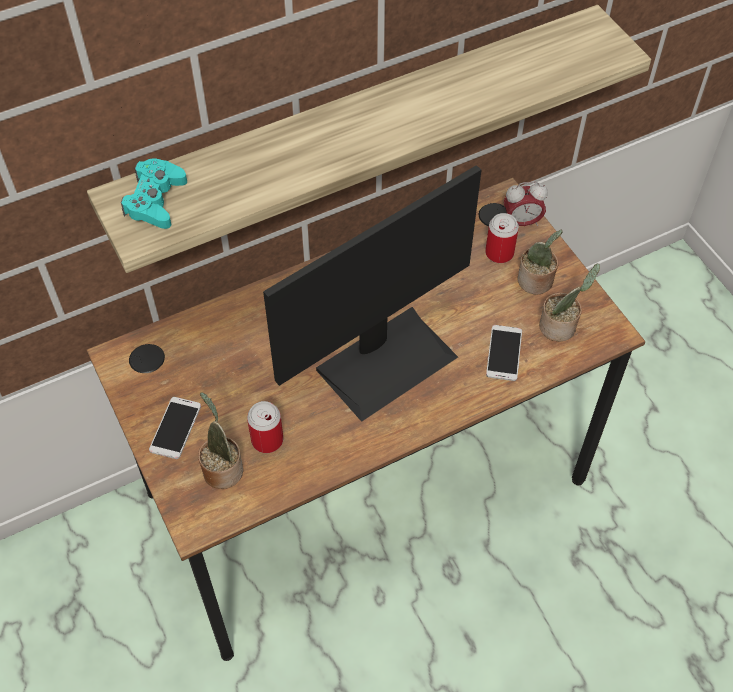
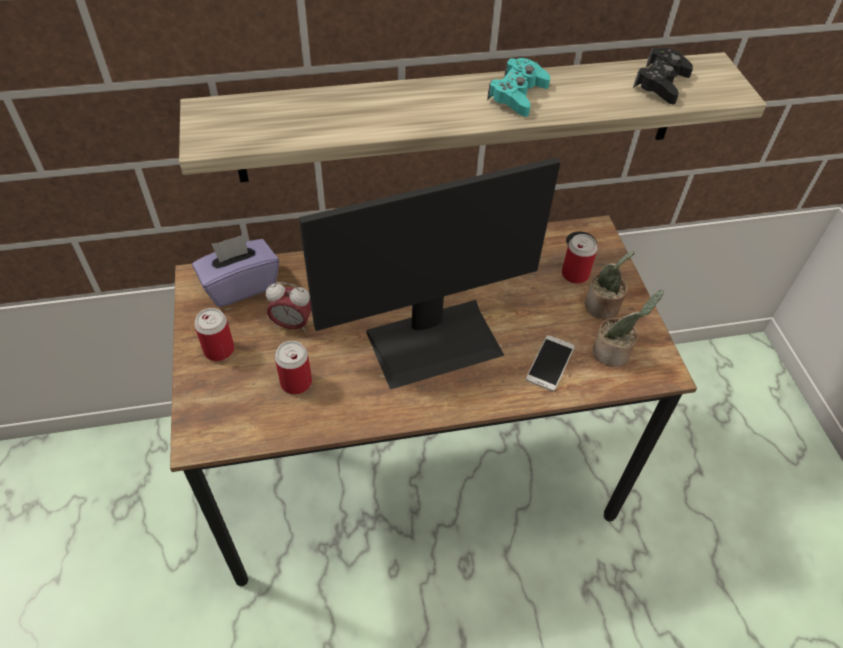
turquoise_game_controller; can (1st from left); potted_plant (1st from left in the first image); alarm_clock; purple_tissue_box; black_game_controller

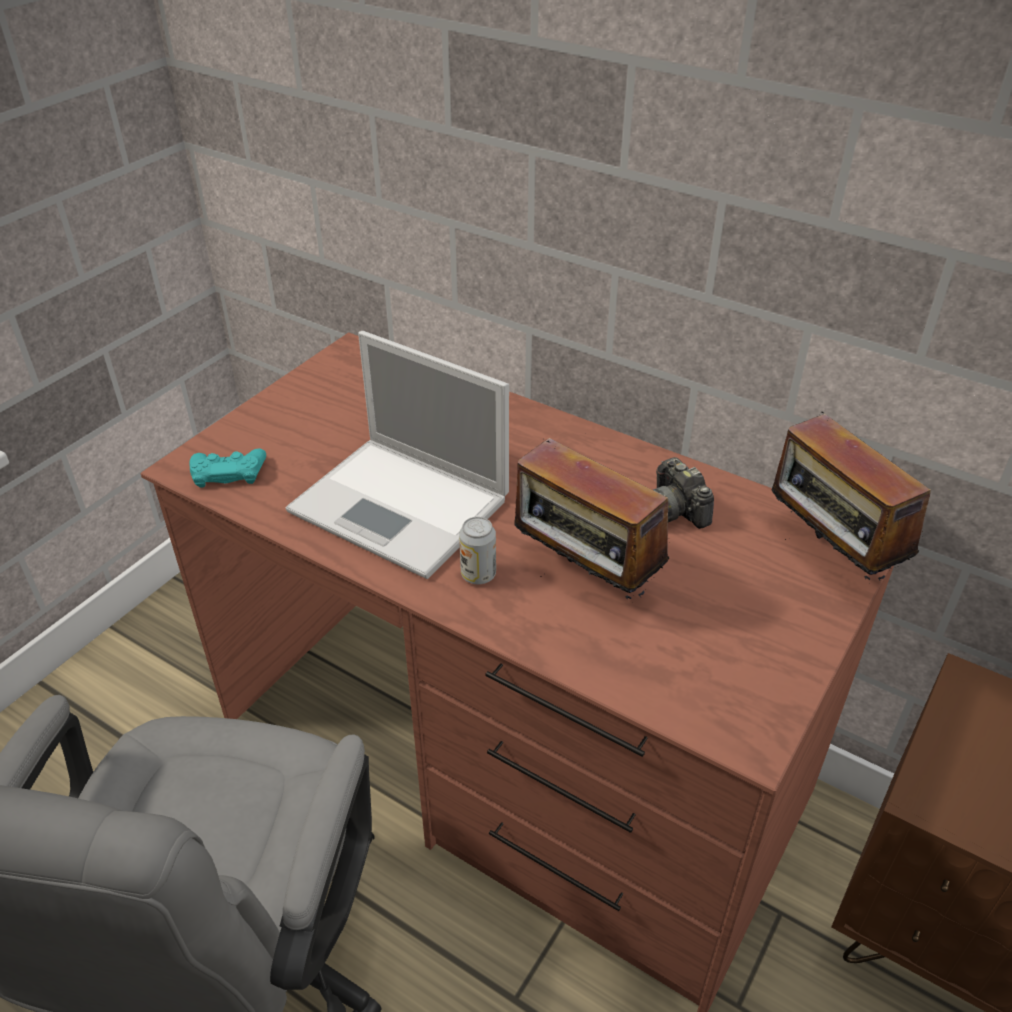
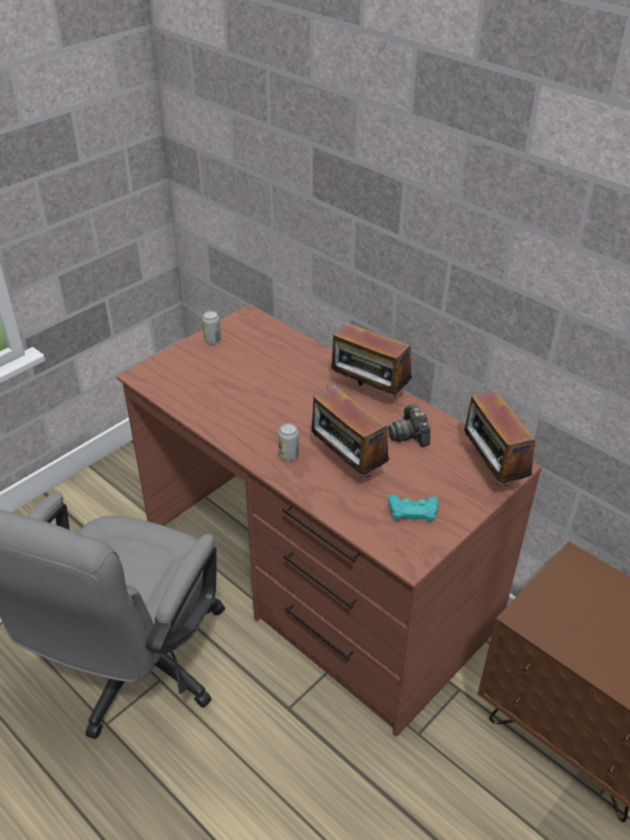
turquoise_game_controller; laptop; can (1st from left); radio (2nd from left)

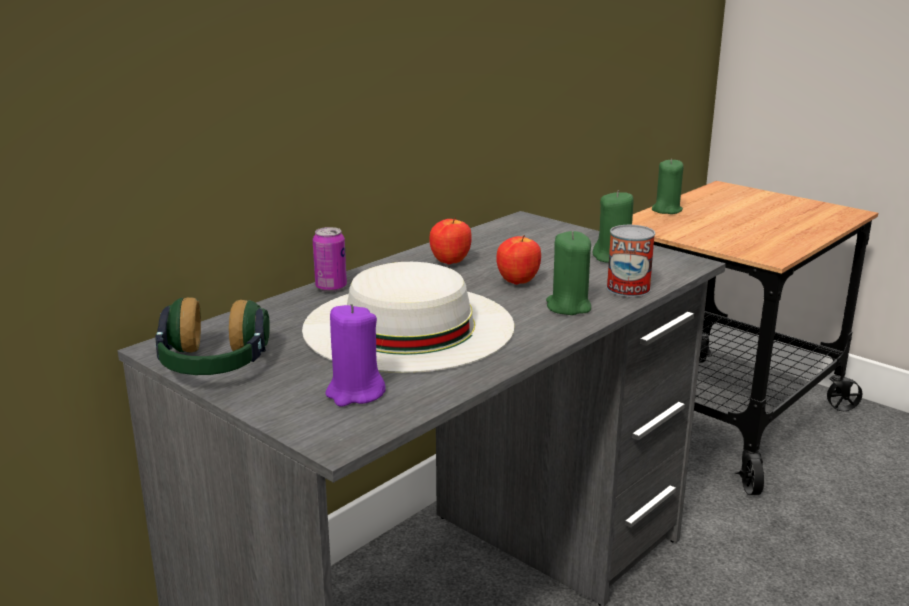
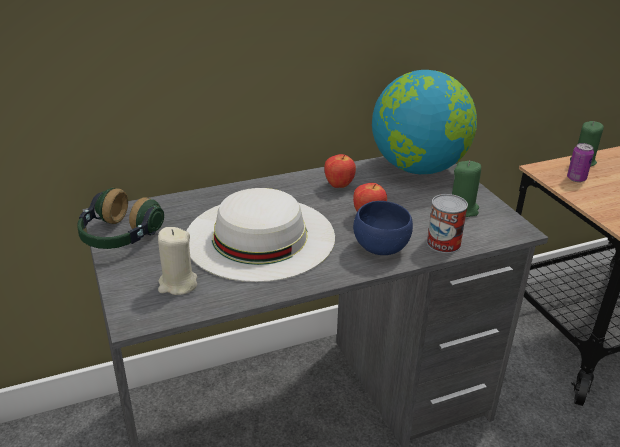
can (2nd from left); beige_candle; blue_bowl; globe

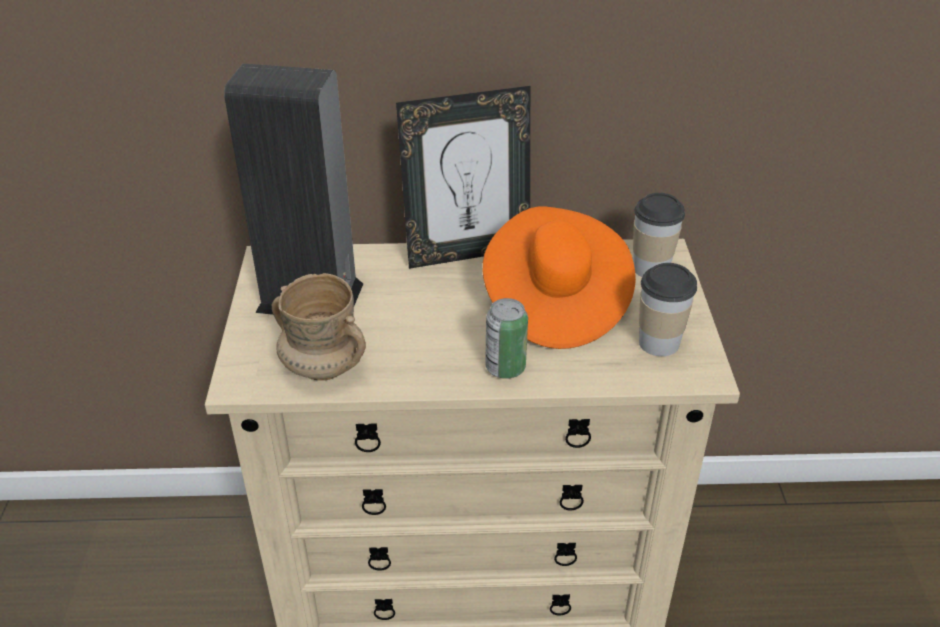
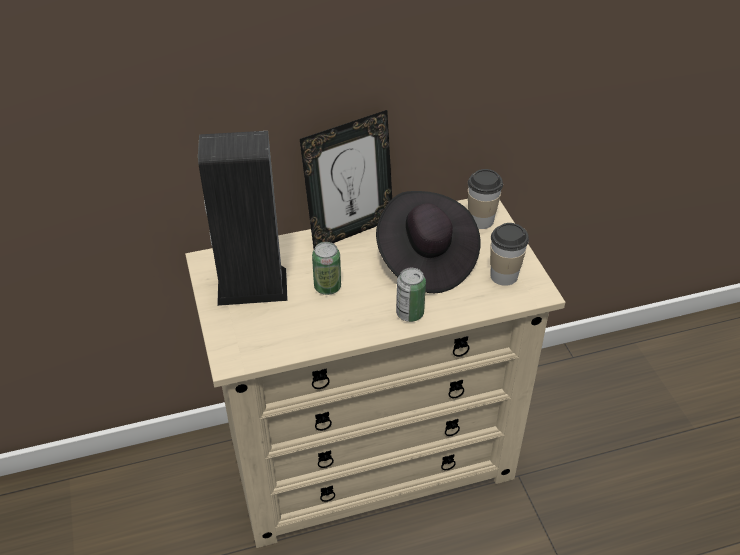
beige_mug; black_hat; can (1st from left)

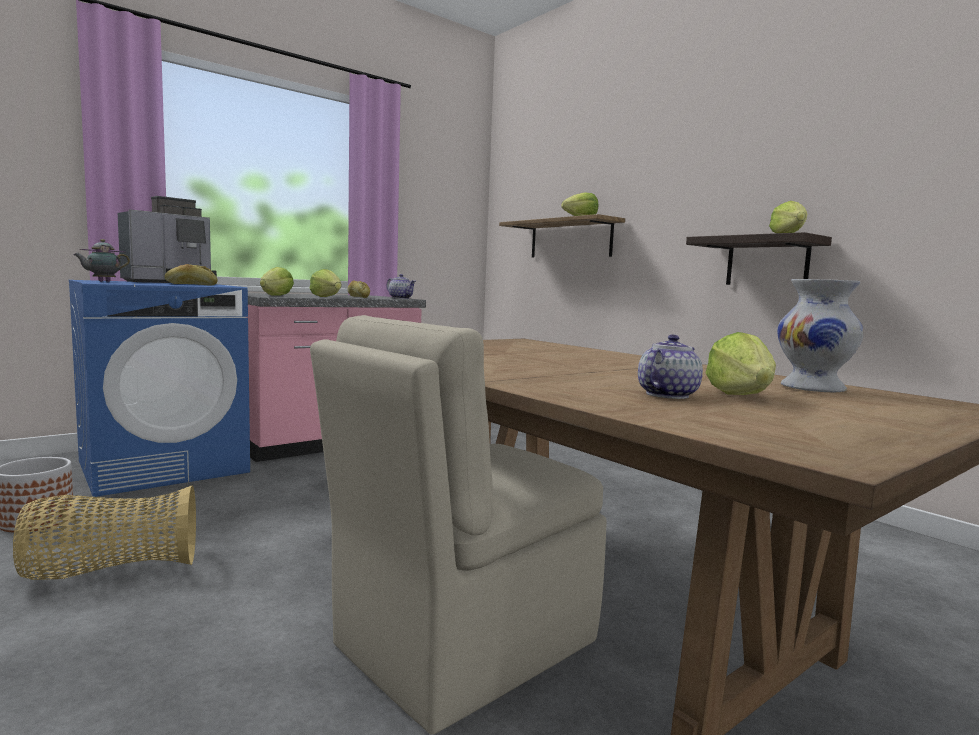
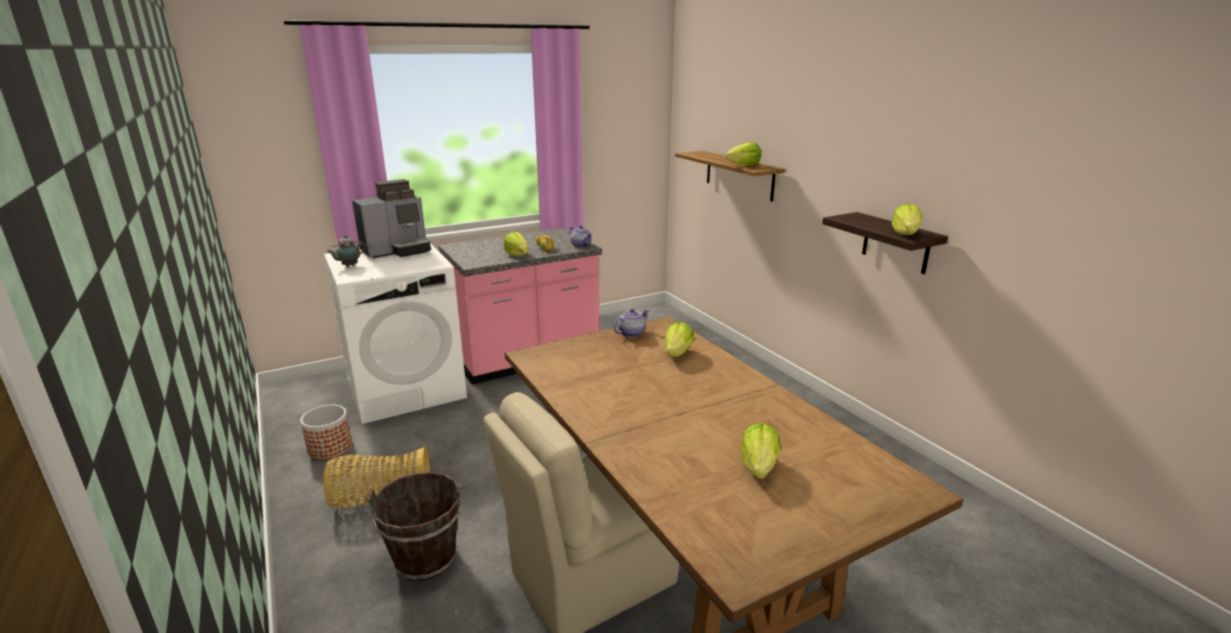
white_washing_machine; bread (1st from left in the first image); lettuce (2nd from left); teapot (3rd from left); white_vase; brown_bucket

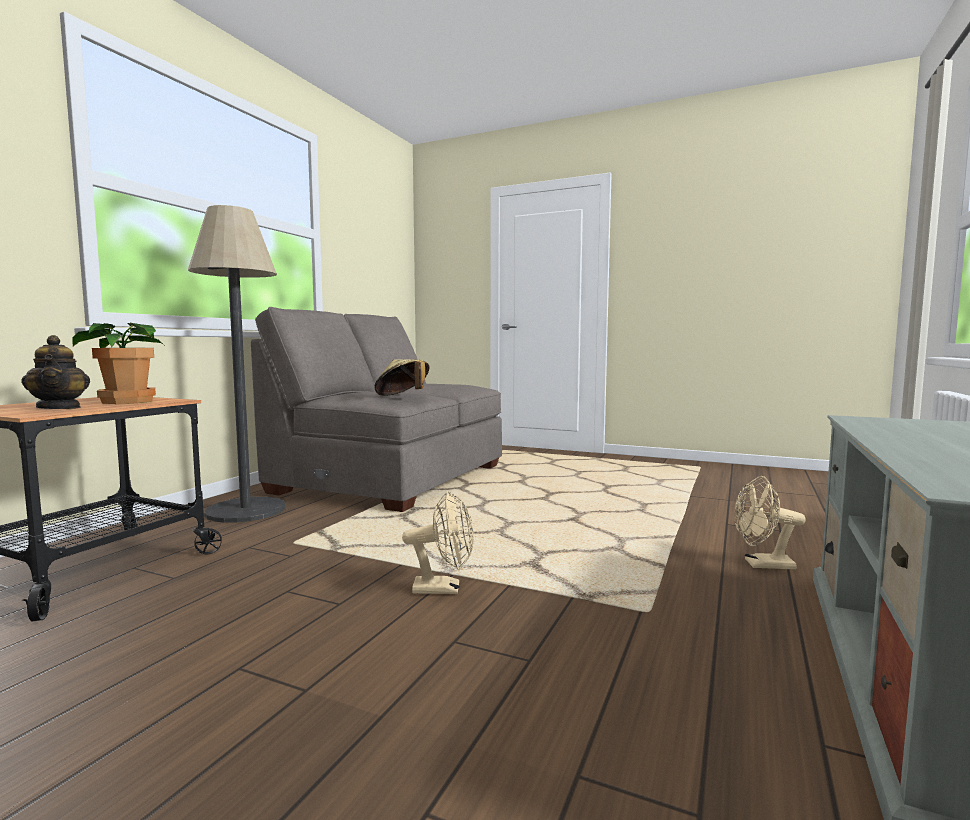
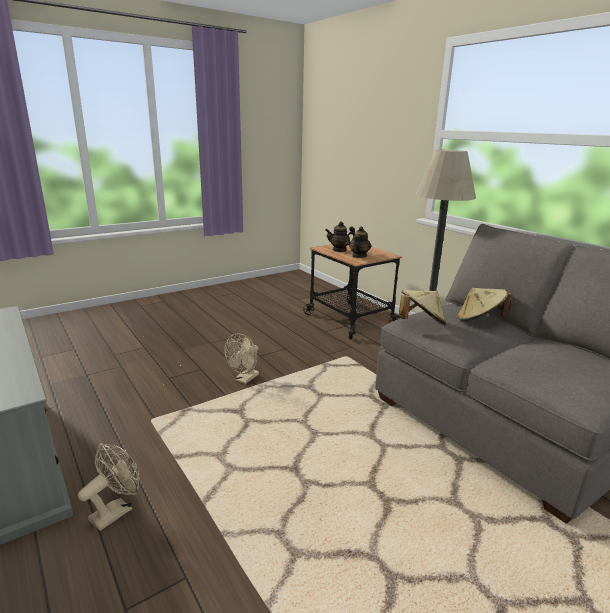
teapot (2nd from left); beige_hat (2nd from left)

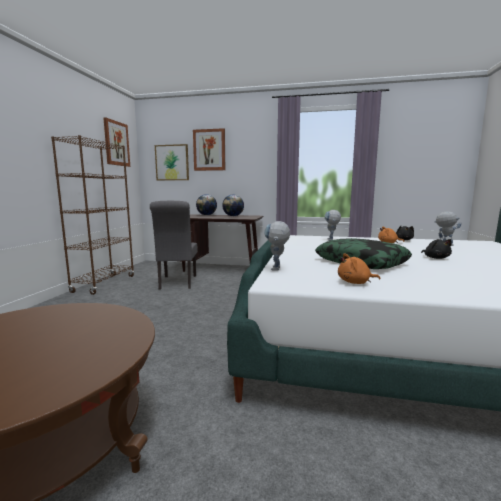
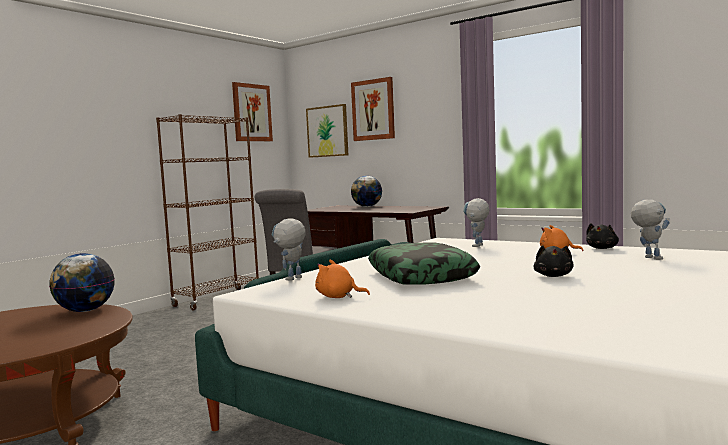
globe (1st from left)

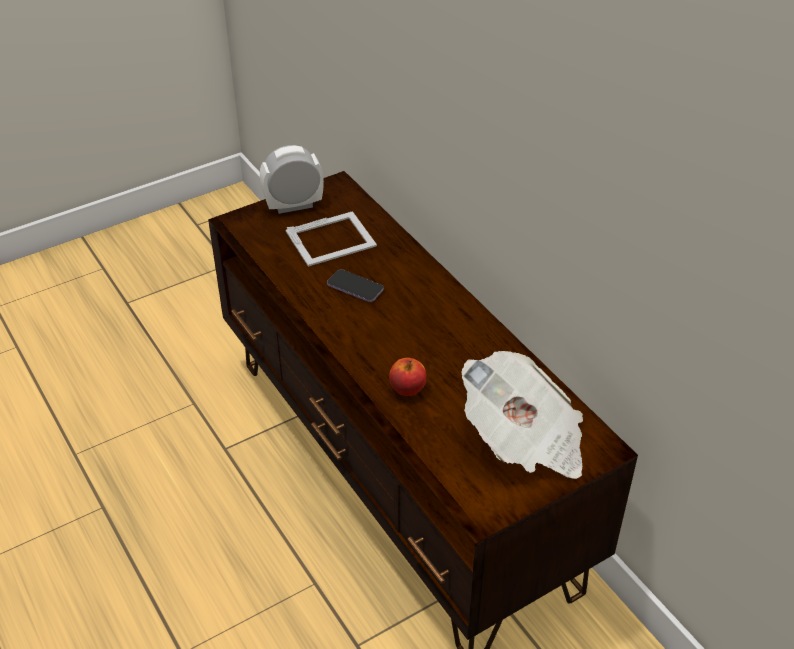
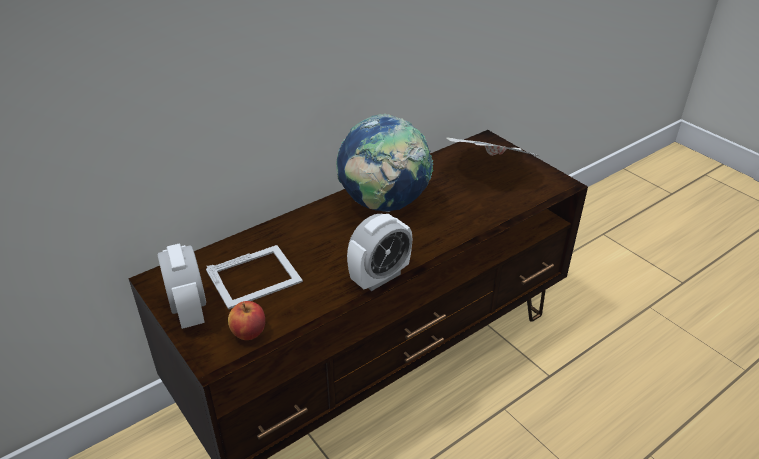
picture_frame; phone; apple; globe; alarm_clock (2nd from left)

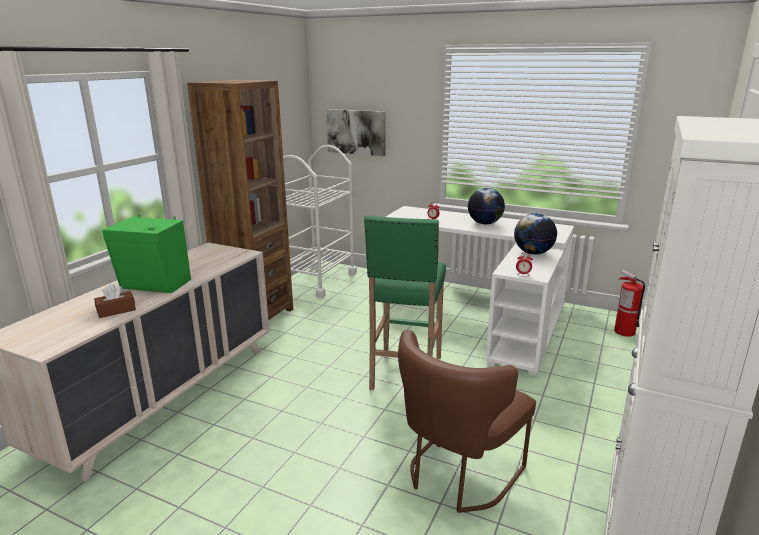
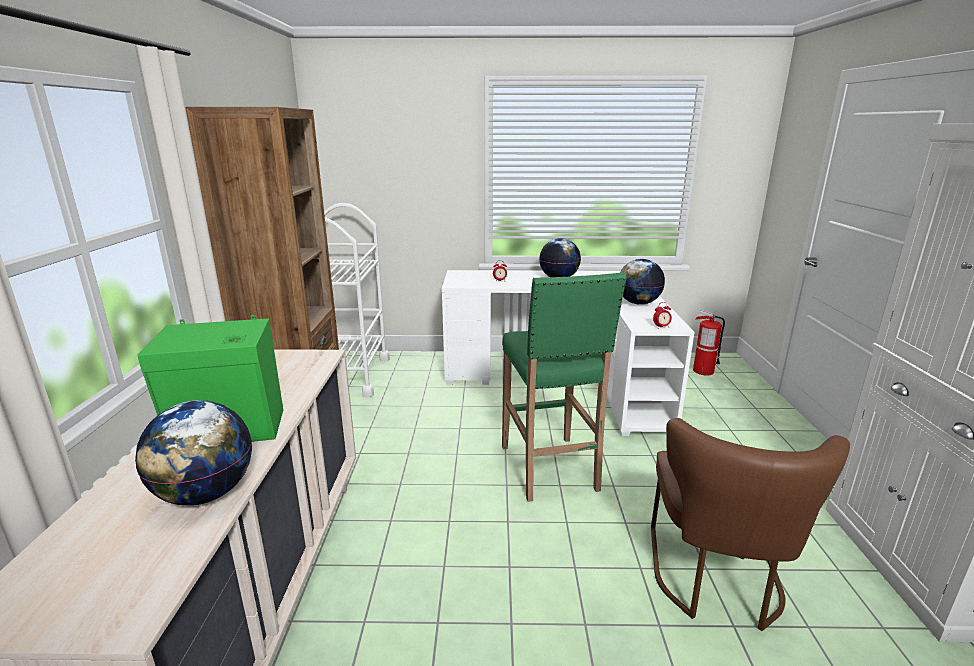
globe (1st from left); picture

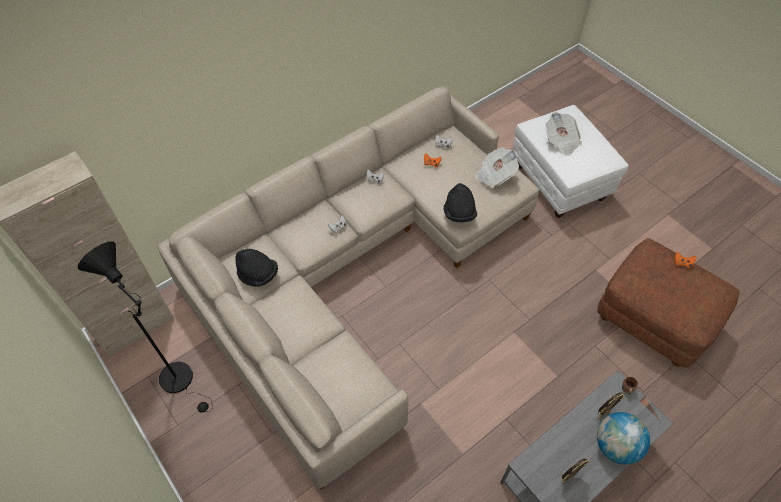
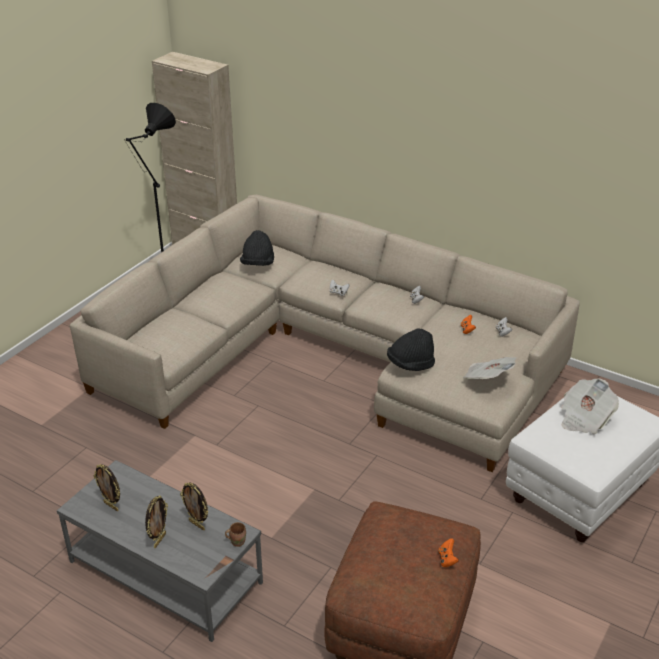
picture_frame (2nd from left)

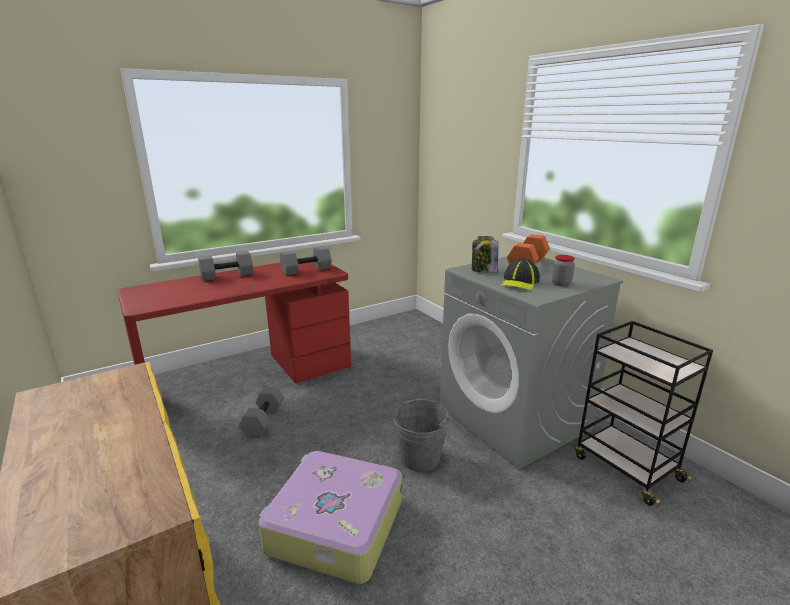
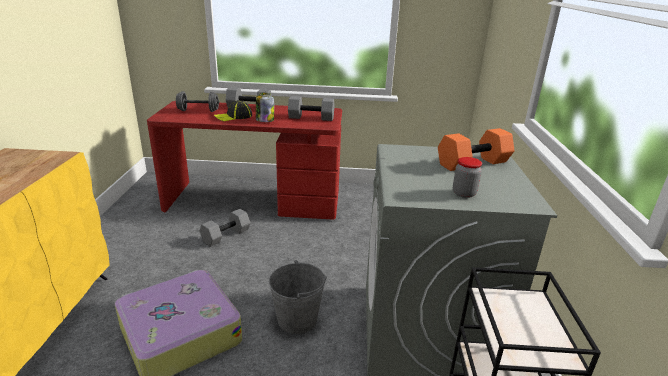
jar (1st from left); cap; grey_dumbbell (1st from left)

